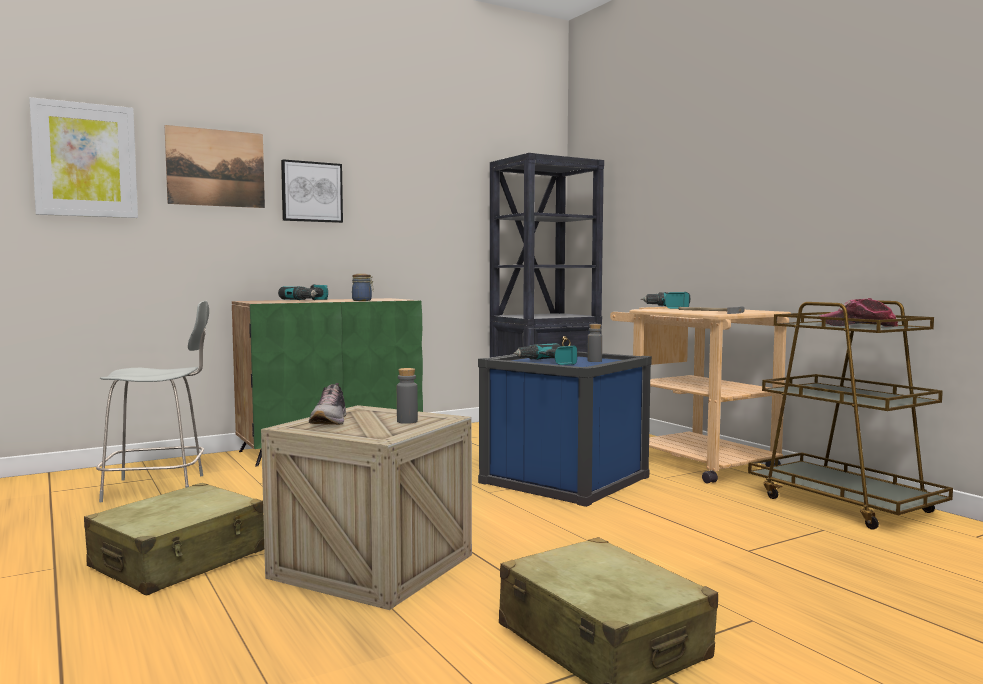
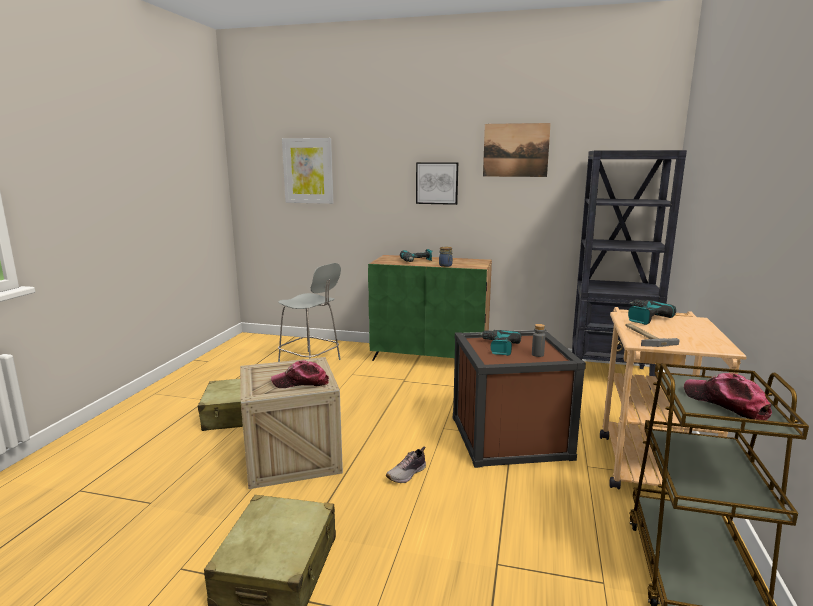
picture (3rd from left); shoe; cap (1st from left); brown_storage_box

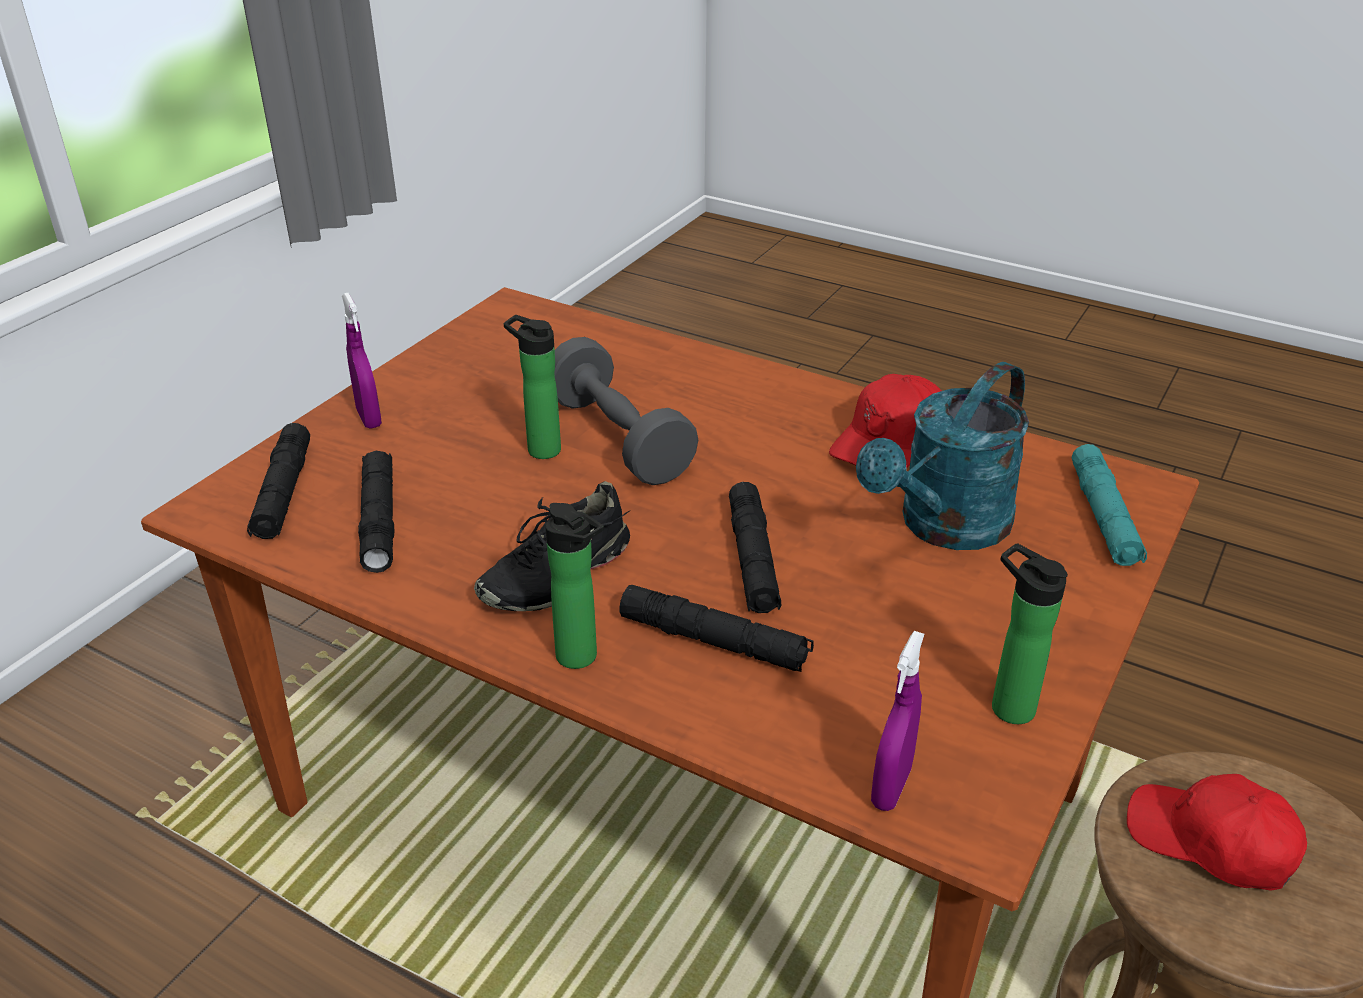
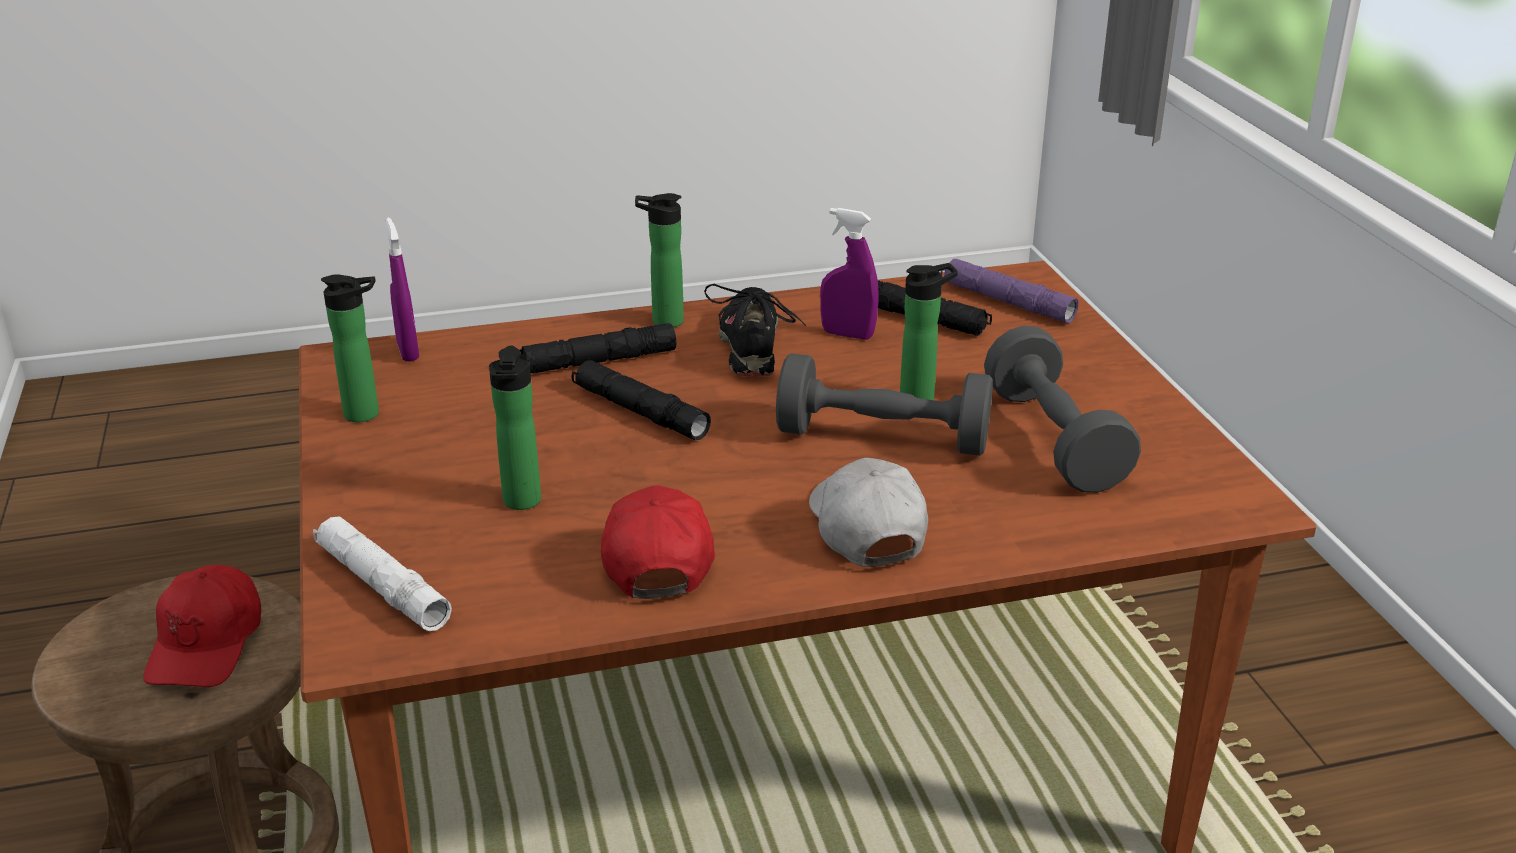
purple_flashlight; purple_spray_bottle (2nd from left); bottle (2nd from left); white_flashlight; red_cap (1st from left); white_cap; grey_dumbbell (2nd from left)

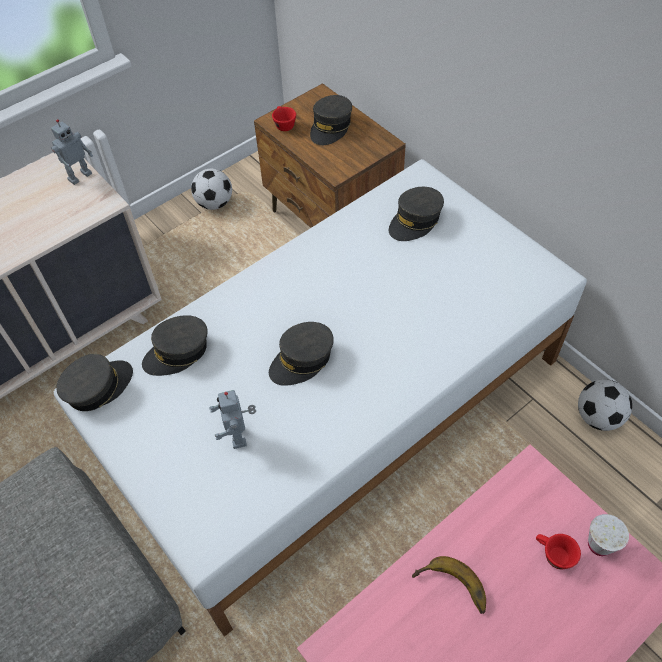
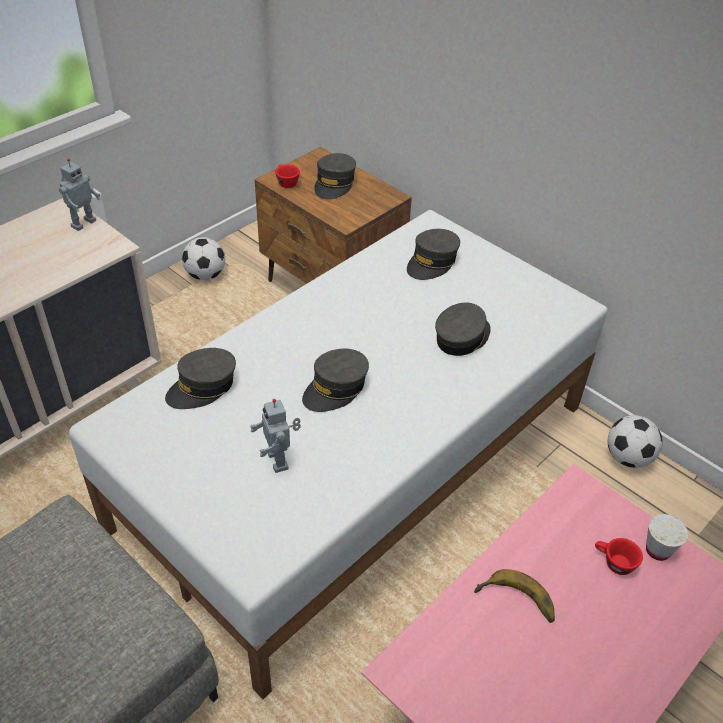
grey_cap (5th from left)

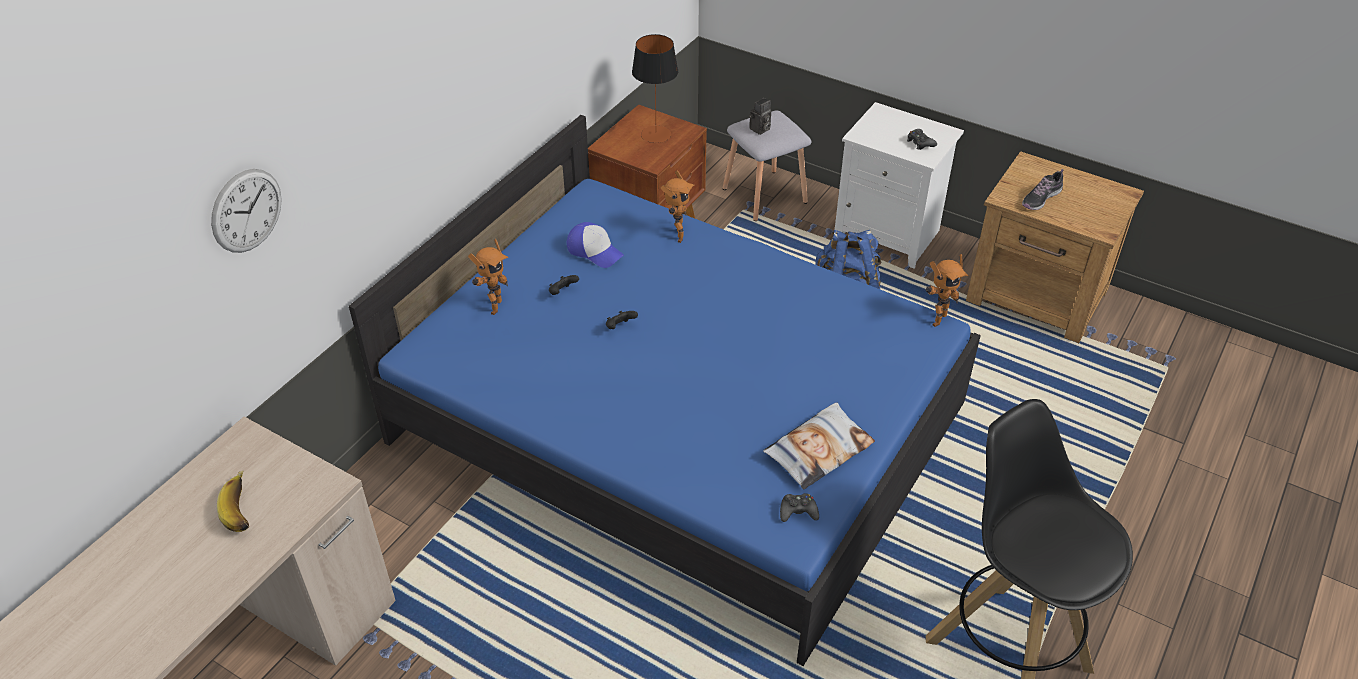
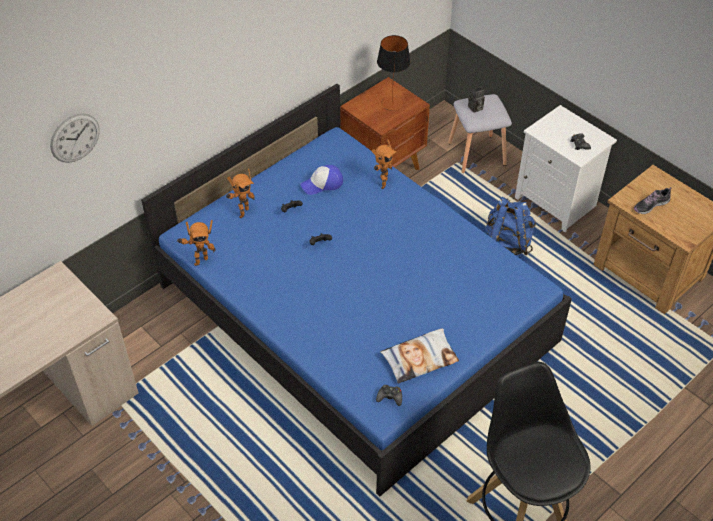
banana; cap; toy_robot (1st from left)

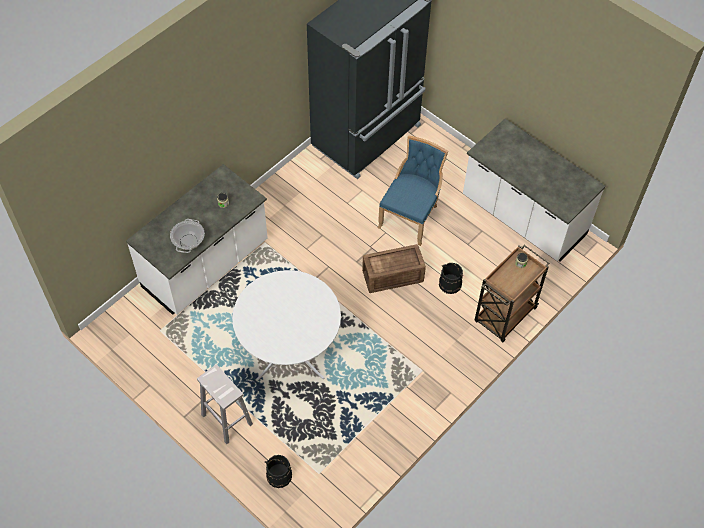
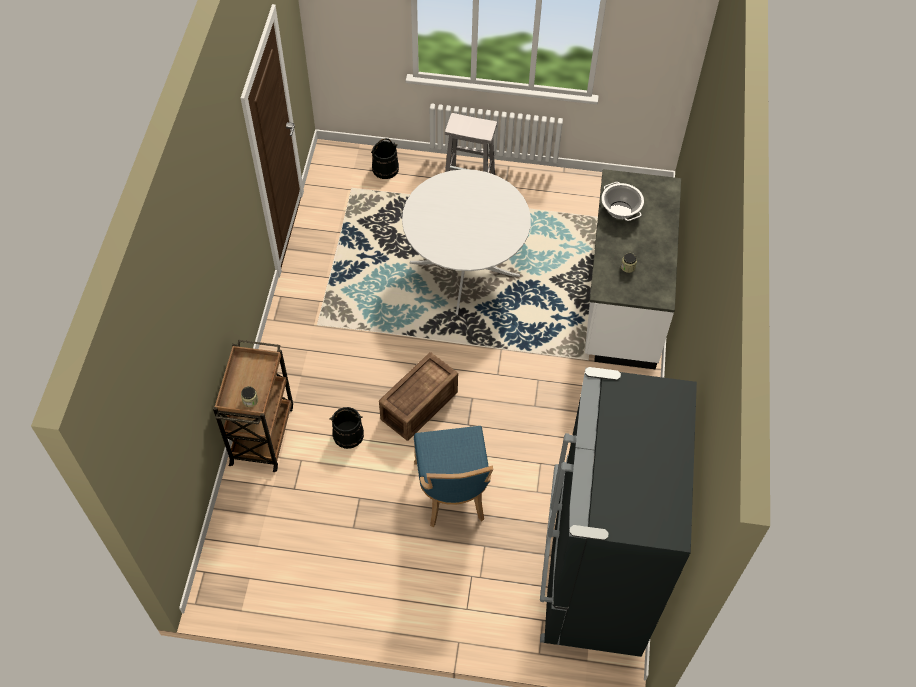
white_counter (2nd from left in the first image)

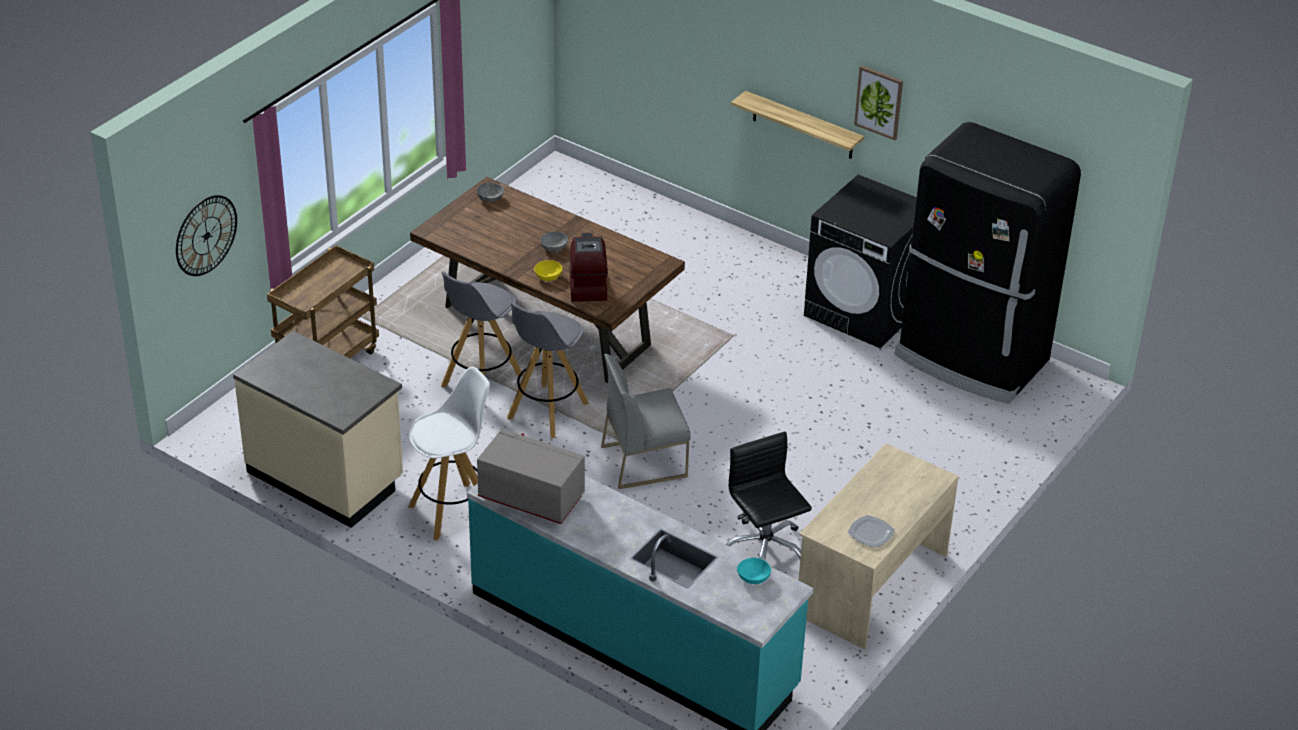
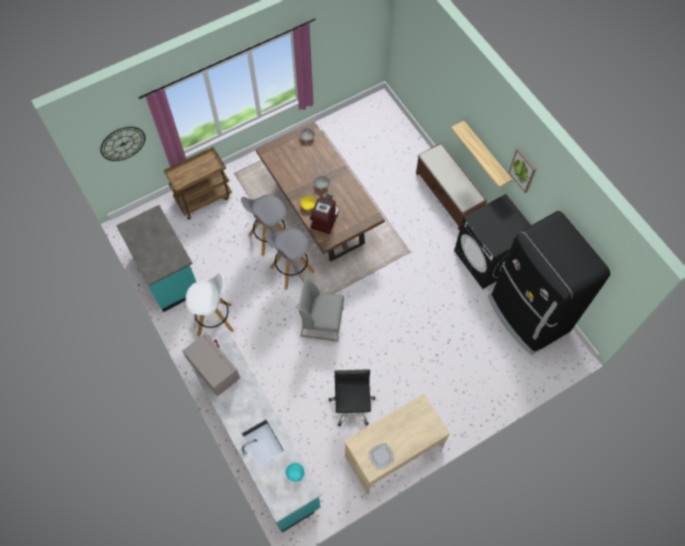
turquoise_counter (1st from left); brown_bench

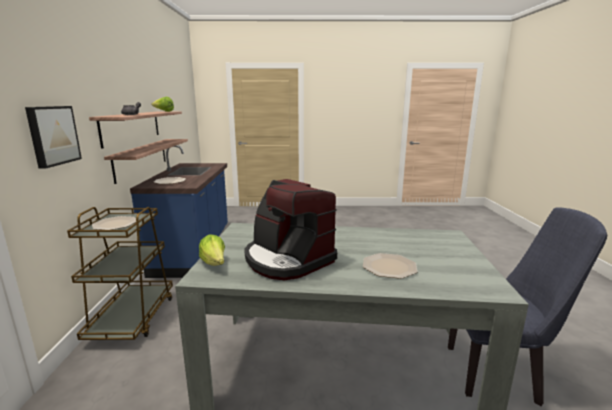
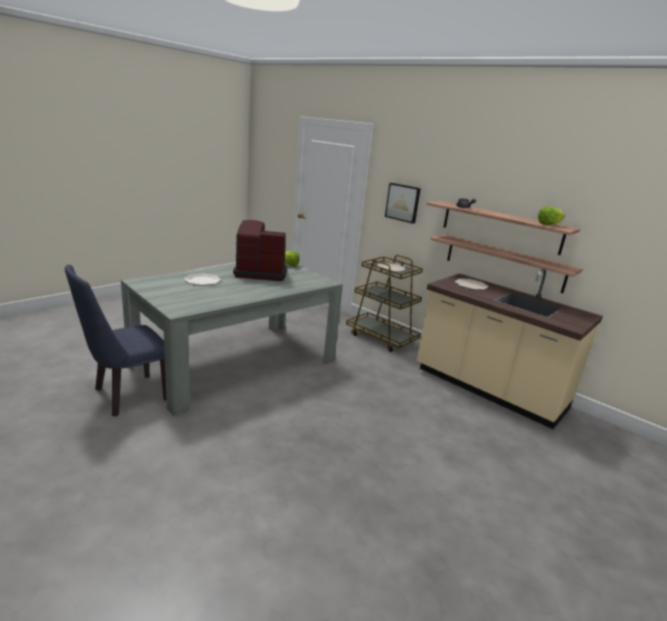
beige_counter

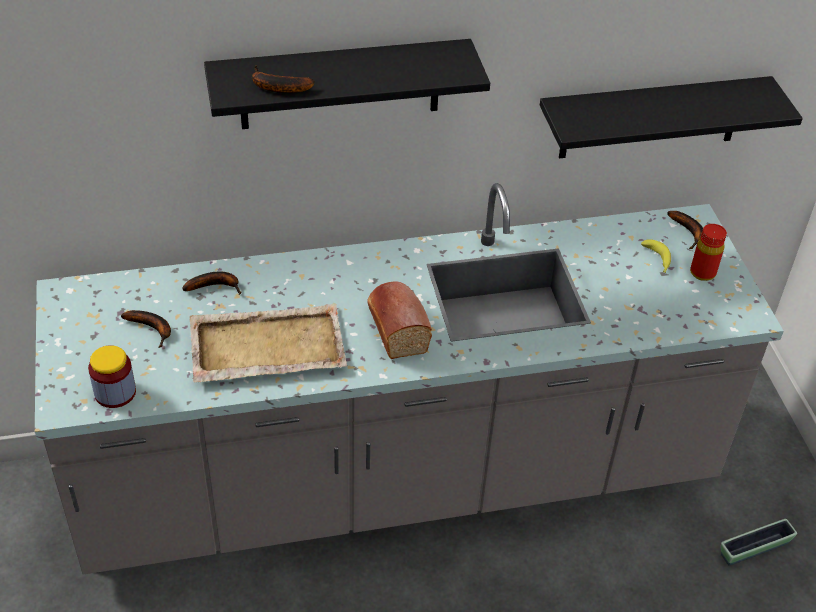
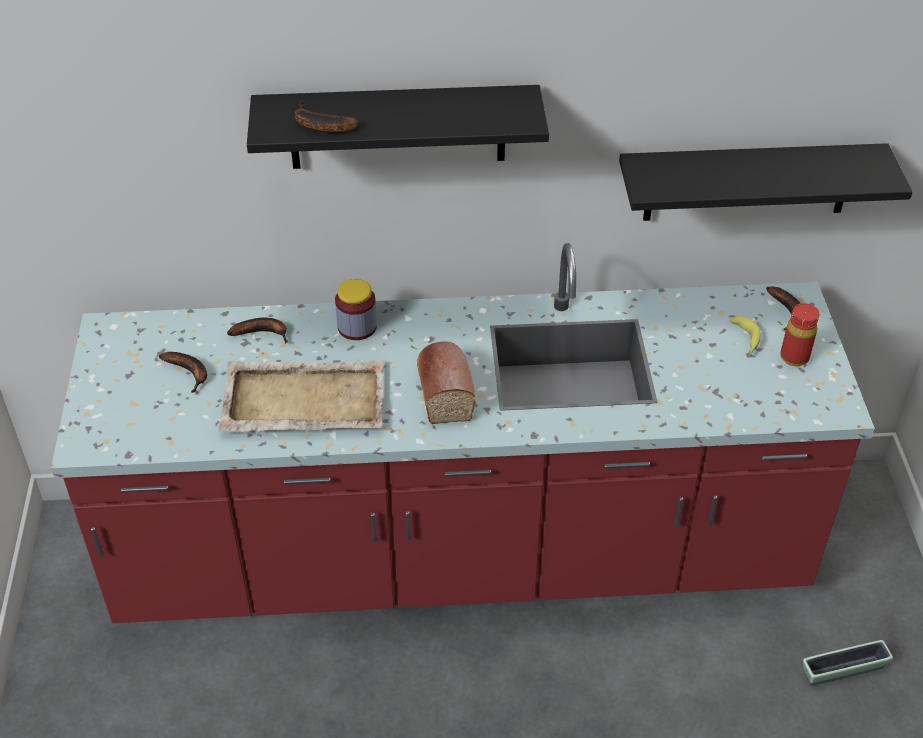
red_counter; jar

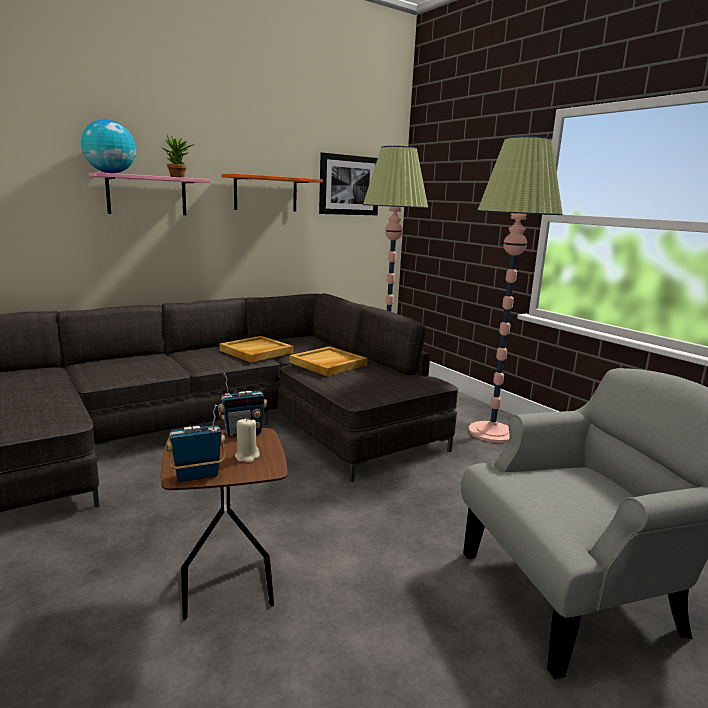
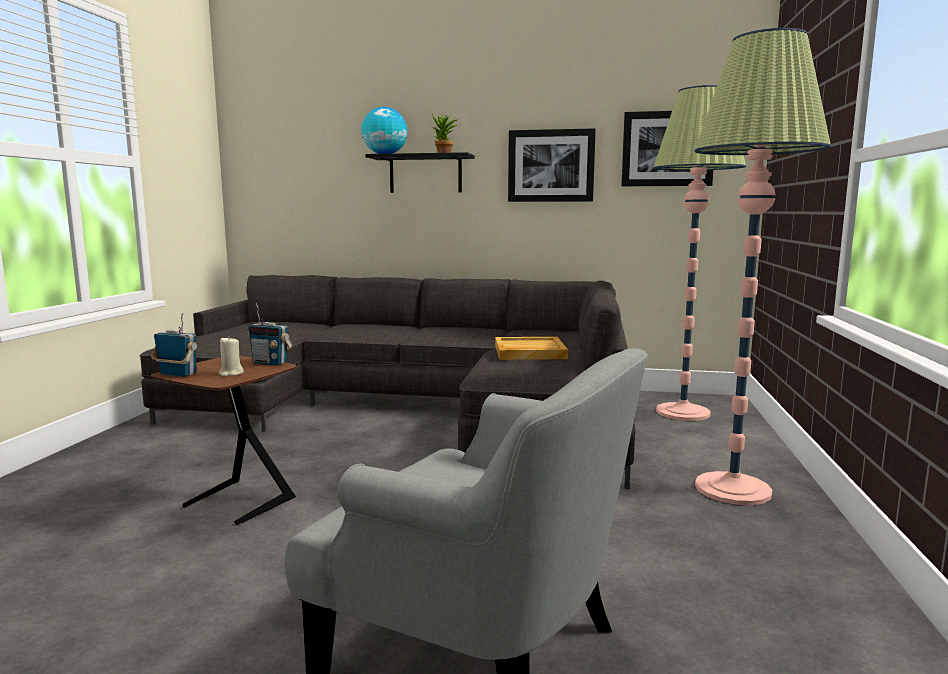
black_shelf; beige_tray (1st from left in the first image); picture (1st from left)

